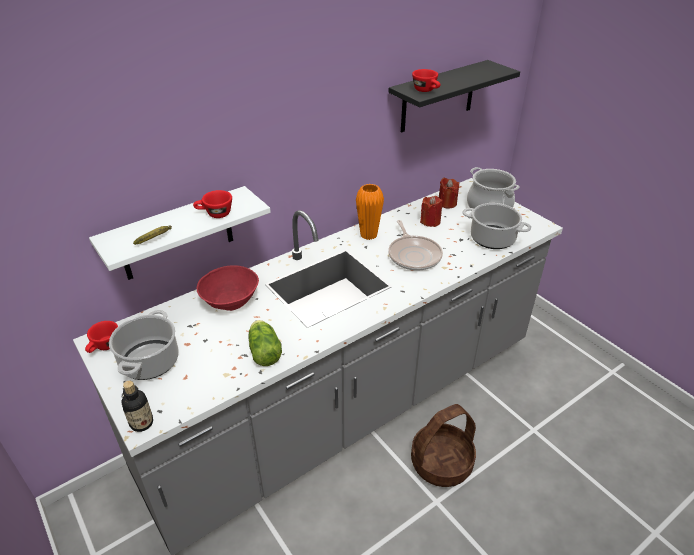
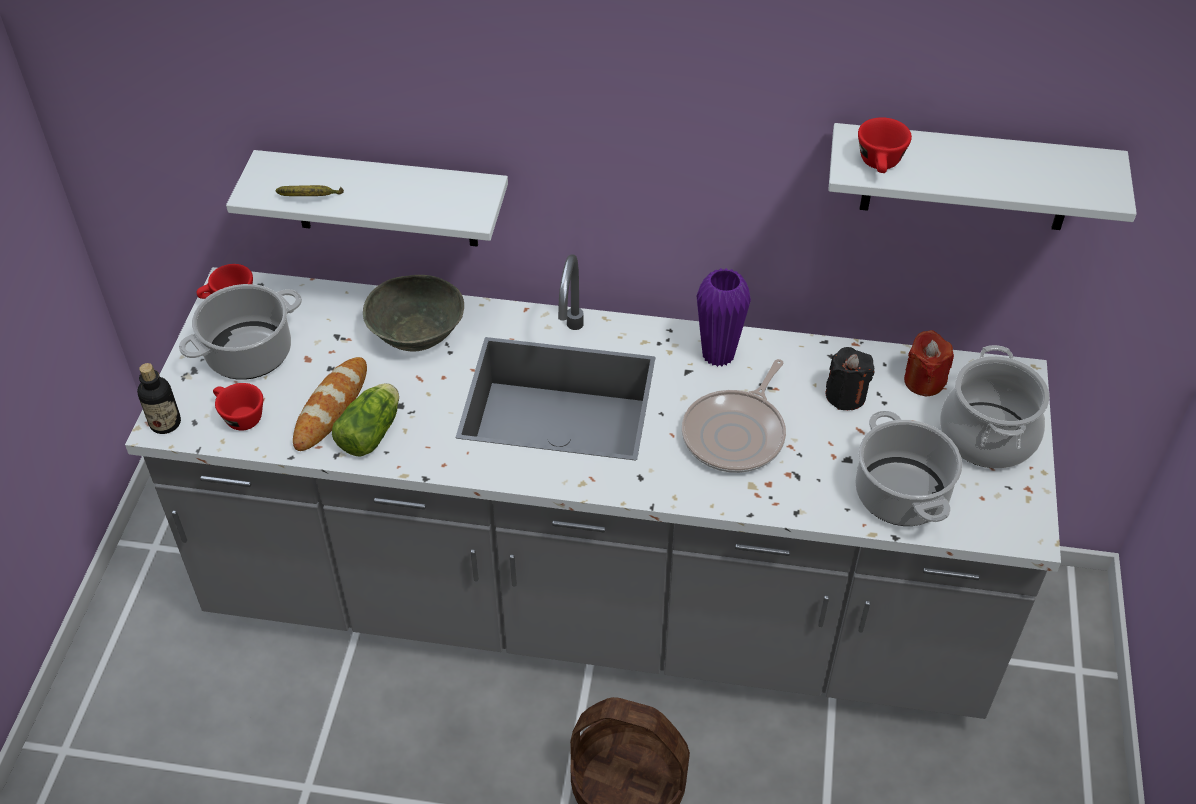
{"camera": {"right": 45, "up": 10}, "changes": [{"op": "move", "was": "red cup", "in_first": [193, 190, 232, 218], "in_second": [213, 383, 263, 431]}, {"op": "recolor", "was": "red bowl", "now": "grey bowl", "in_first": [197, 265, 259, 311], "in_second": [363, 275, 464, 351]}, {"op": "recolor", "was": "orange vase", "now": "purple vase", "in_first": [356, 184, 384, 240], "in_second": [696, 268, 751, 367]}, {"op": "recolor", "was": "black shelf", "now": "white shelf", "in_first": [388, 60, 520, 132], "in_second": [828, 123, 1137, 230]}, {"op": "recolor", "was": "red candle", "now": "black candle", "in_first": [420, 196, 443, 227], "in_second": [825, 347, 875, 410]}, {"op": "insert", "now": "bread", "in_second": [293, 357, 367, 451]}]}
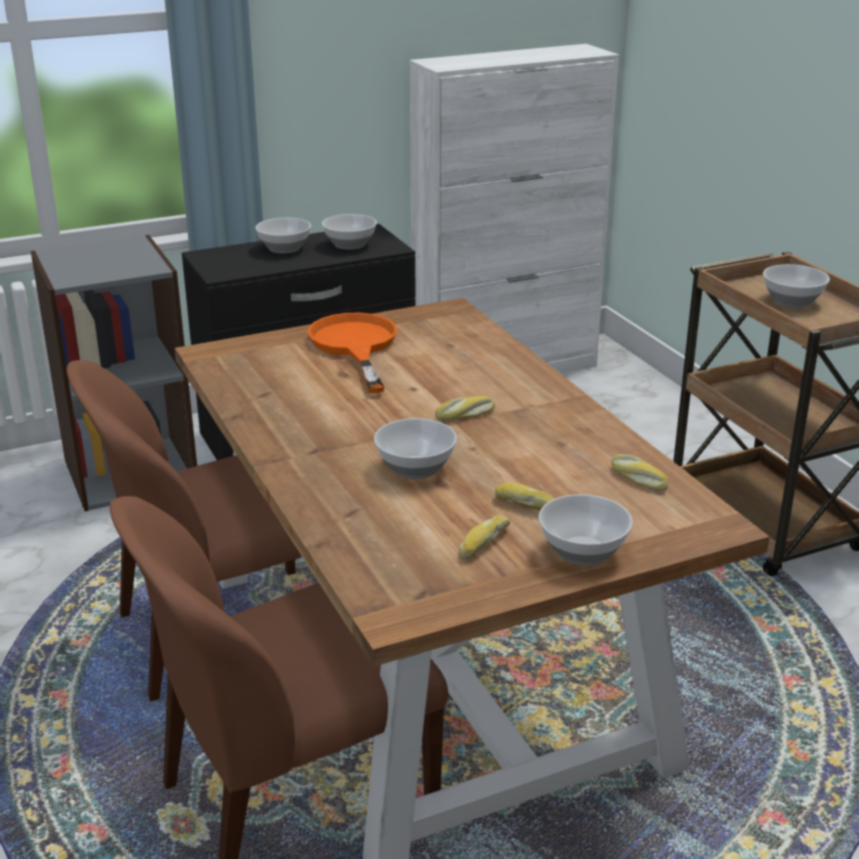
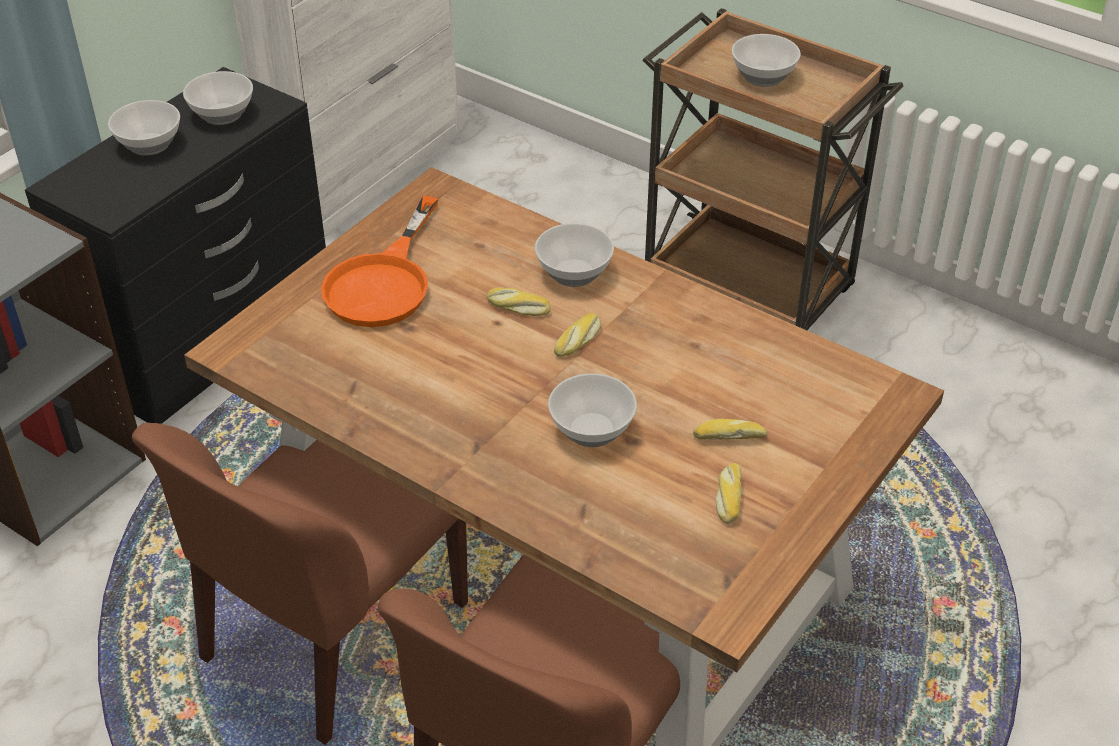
{"camera": {"right": -30, "up": 15}, "changes": [{"op": "rotate", "was": "orange frying pan", "in_first": [308, 313, 397, 393], "in_second": [321, 196, 438, 327], "clockwise": -120}, {"op": "move", "was": "bowl", "in_first": [538, 494, 633, 566], "in_second": [535, 223, 614, 287]}, {"op": "move", "was": "bread", "in_first": [611, 454, 669, 491], "in_second": [486, 288, 551, 316]}]}
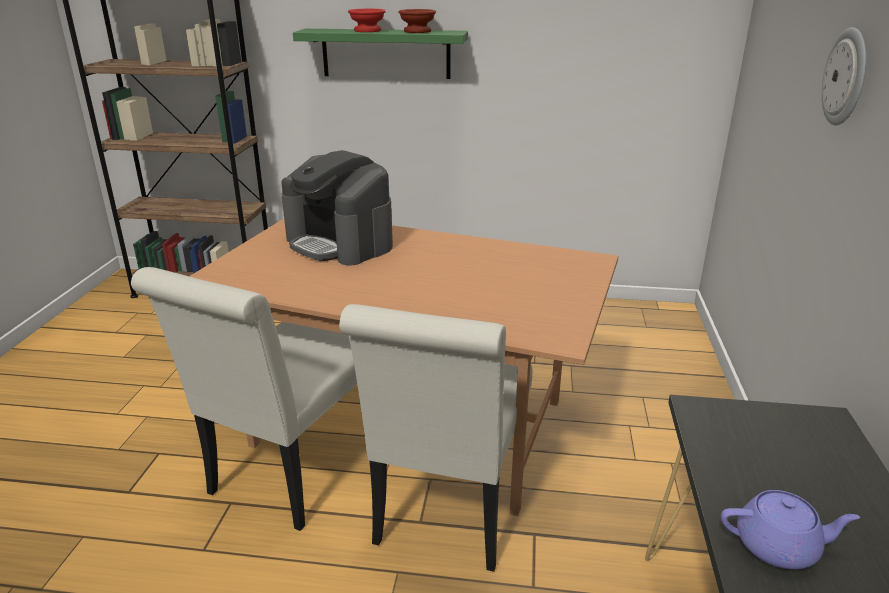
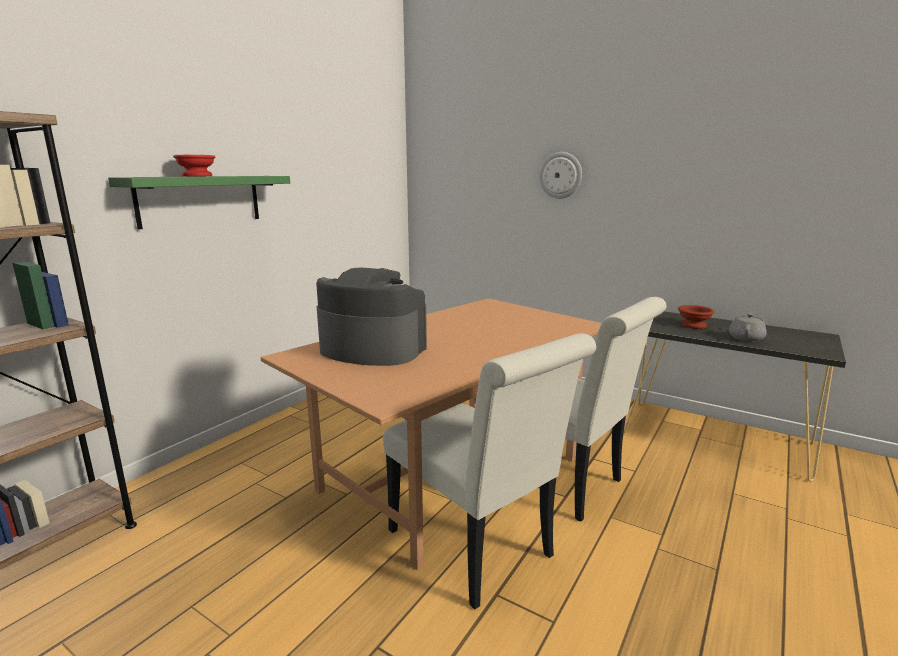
{"camera": {"right": -65, "up": -10}, "changes": [{"op": "rotate", "was": "coffee machine", "in_first": [281, 150, 393, 266], "in_second": [316, 268, 427, 366], "clockwise": -135}, {"op": "move", "was": "brown bowl", "in_first": [398, 9, 436, 33], "in_second": [678, 305, 714, 329]}, {"op": "recolor", "was": "purple teapot", "now": "grey teapot", "in_first": [721, 490, 860, 569], "in_second": [729, 313, 767, 342]}]}
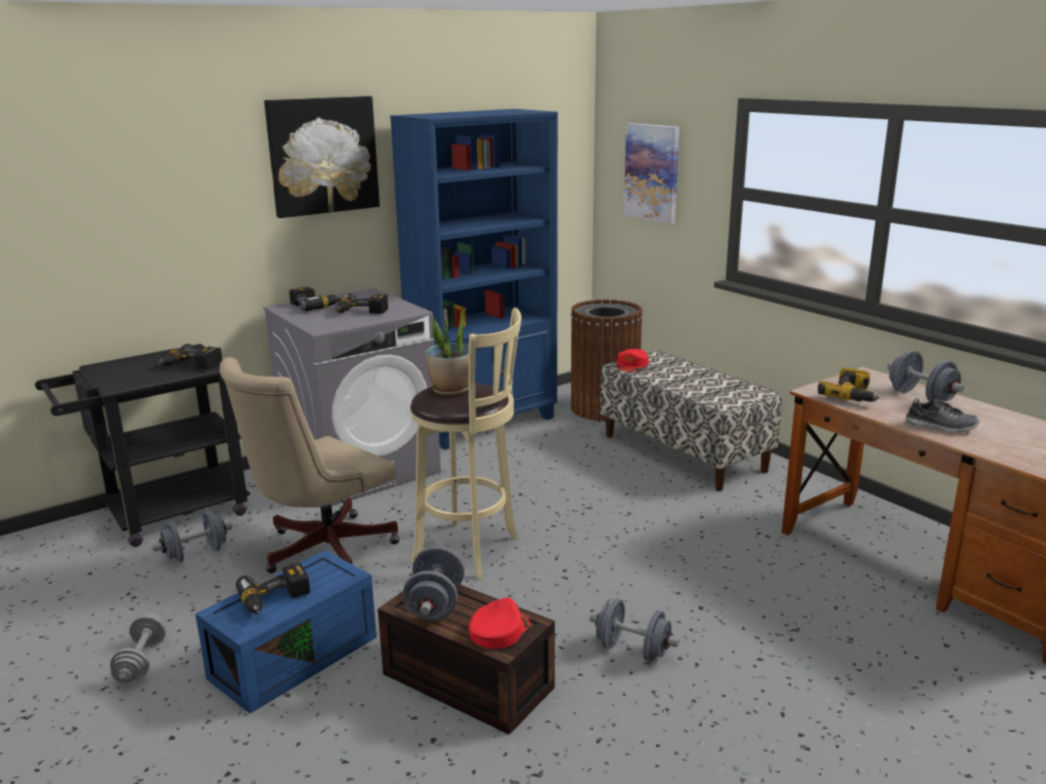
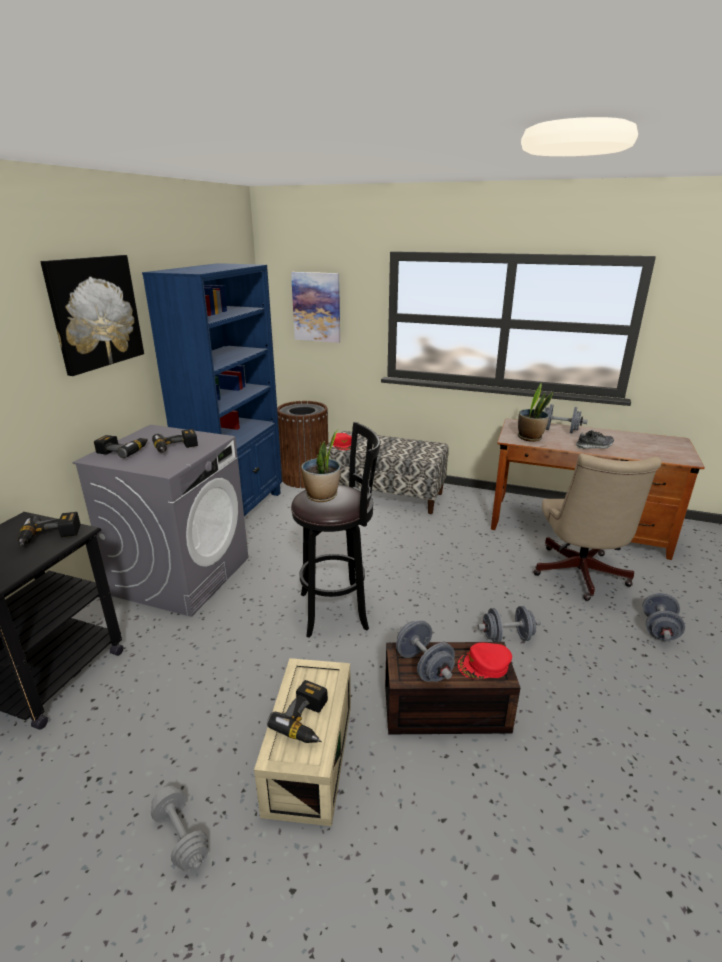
{"camera": {"right": -35, "up": 5}, "changes": [{"op": "move", "was": "grey dumbbell", "in_first": [152, 511, 233, 563], "in_second": [642, 593, 685, 641]}, {"op": "recolor", "was": "blue storage box", "now": "beige storage box", "in_first": [196, 550, 377, 714], "in_second": [254, 658, 351, 826]}, {"op": "move", "was": "beige office chair", "in_first": [220, 357, 400, 573], "in_second": [533, 454, 662, 601]}, {"op": "recolor", "was": "beige stool", "now": "black stool", "in_first": [410, 308, 521, 580], "in_second": [291, 422, 381, 638]}, {"op": "rotate", "was": "red cap", "in_first": [468, 598, 530, 649], "in_second": [458, 643, 512, 679], "clockwise": -105}, {"op": "replace", "was": "power drill", "now": "potted plant", "in_first": [818, 368, 880, 402], "in_second": [518, 383, 553, 442]}]}
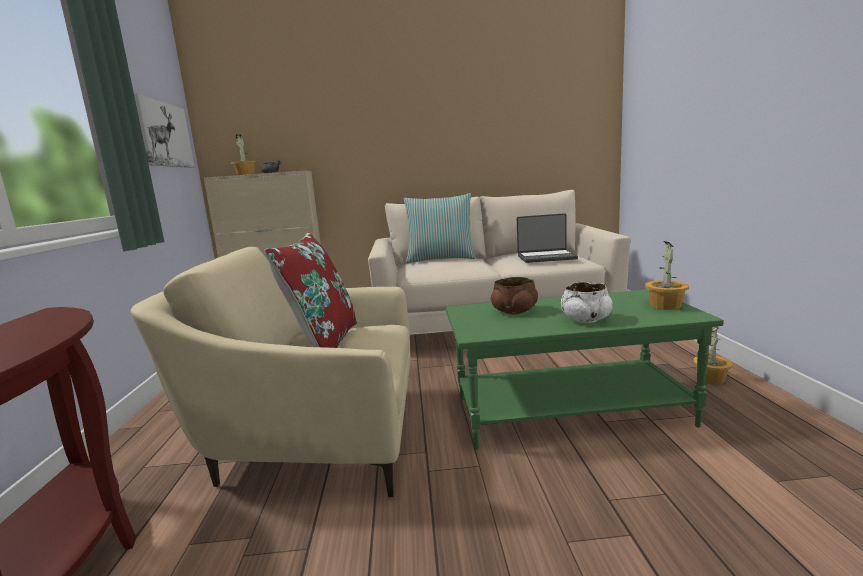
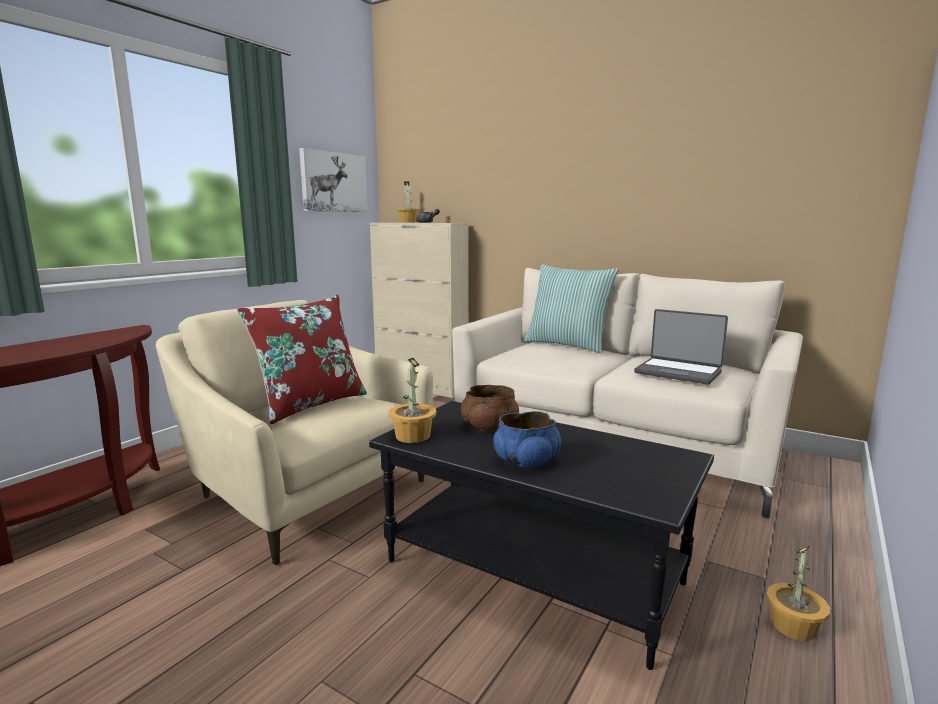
{"camera": {"right": 35, "up": 0}, "changes": [{"op": "recolor", "was": "green coffee table", "now": "black coffee table", "in_first": [446, 289, 724, 450], "in_second": [369, 401, 714, 670]}, {"op": "recolor", "was": "white bowl", "now": "blue bowl", "in_first": [561, 282, 613, 323], "in_second": [493, 411, 561, 468]}, {"op": "move", "was": "potted plant", "in_first": [645, 241, 689, 310], "in_second": [388, 358, 437, 443]}]}
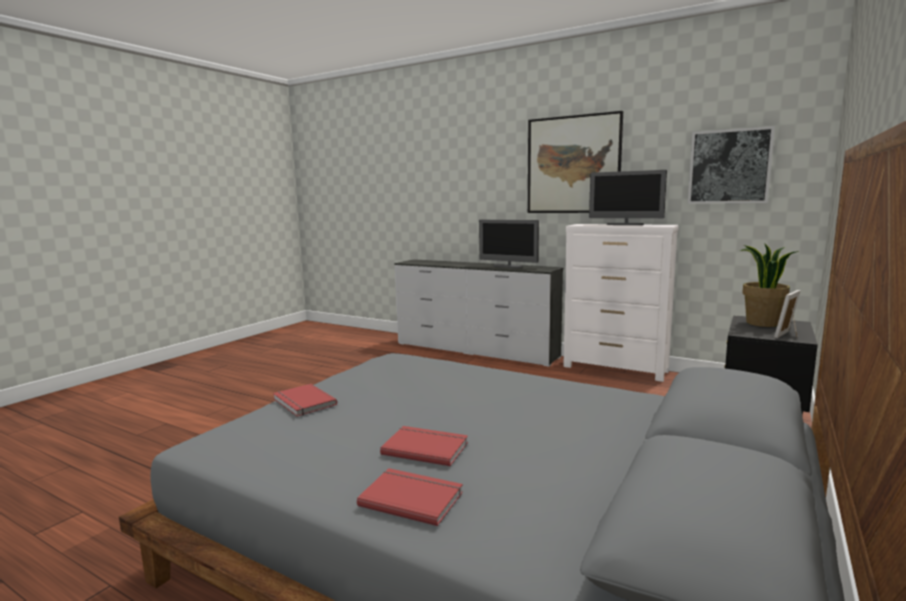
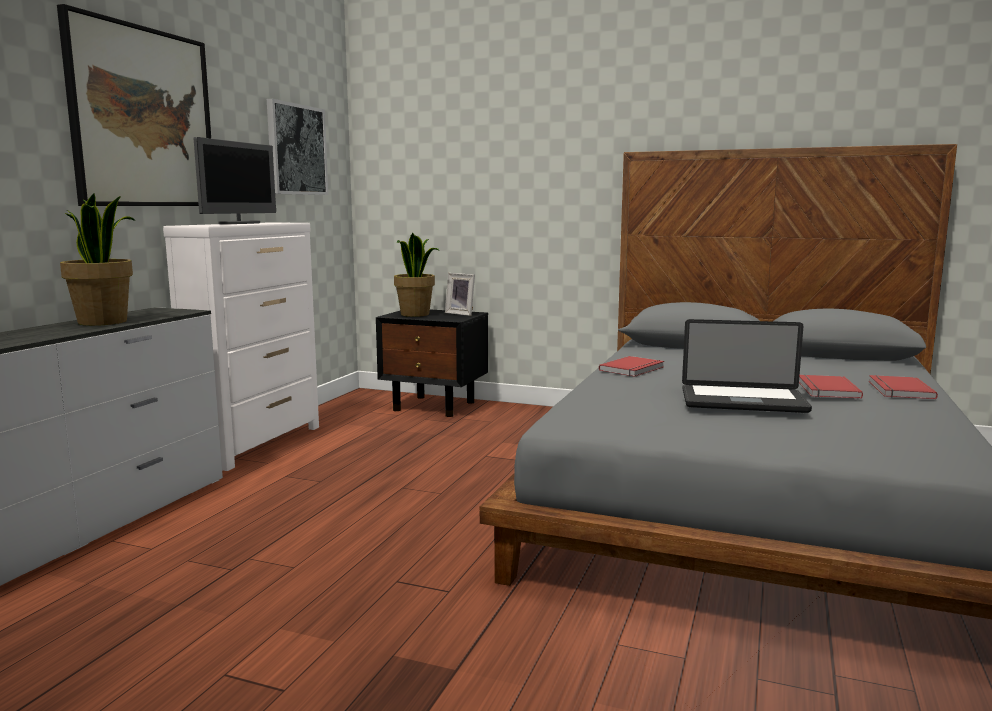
{"camera": {"right": -100, "up": 0}, "changes": [{"op": "move", "was": "red book", "in_first": [273, 384, 337, 417], "in_second": [599, 356, 664, 377]}, {"op": "replace", "was": "monitor", "now": "potted plant", "in_first": [479, 220, 539, 268], "in_second": [60, 194, 136, 326]}, {"op": "insert", "now": "laptop", "in_second": [682, 319, 812, 413]}]}
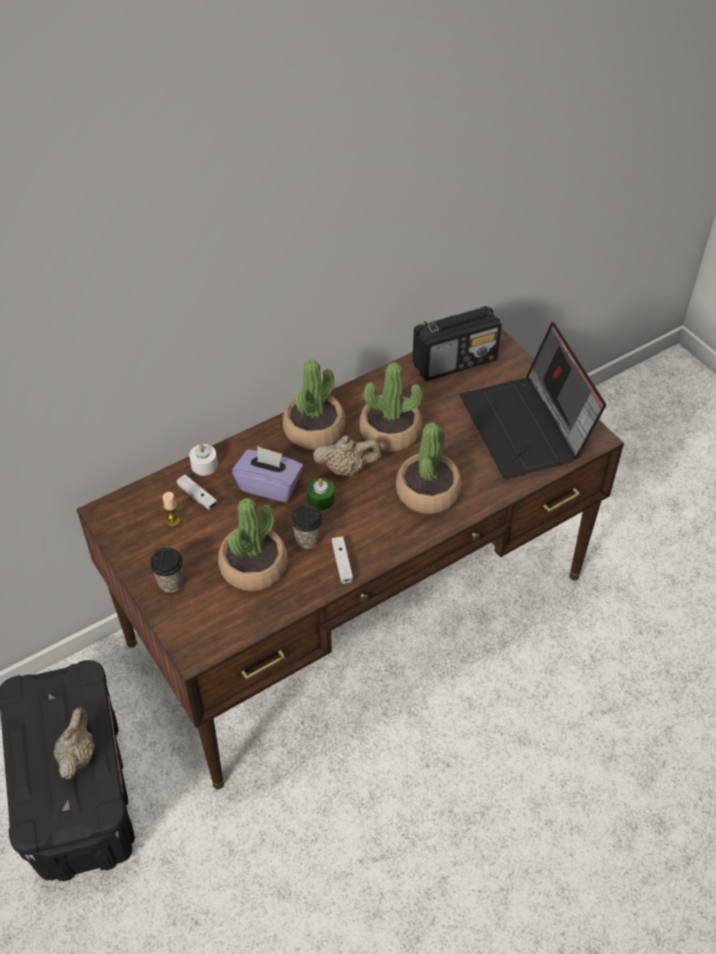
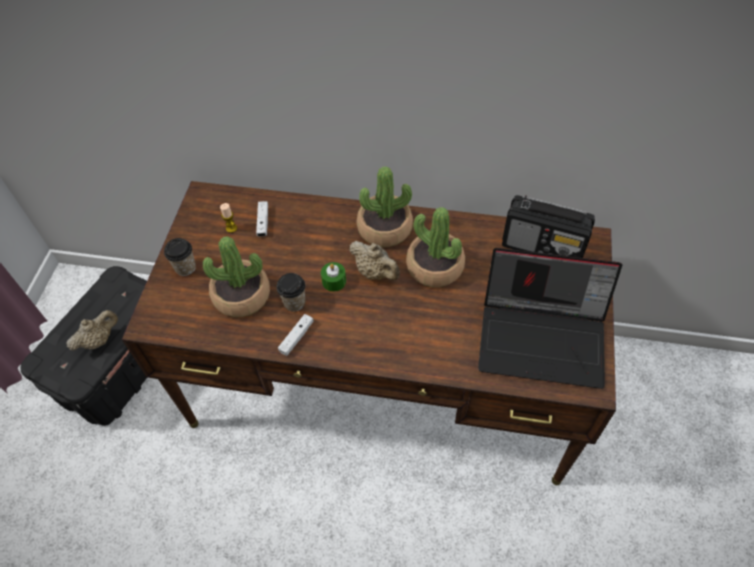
{"camera": {"right": 45, "up": 5}, "changes": [{"op": "delete", "was": "white candle", "in_first": [189, 444, 218, 476]}, {"op": "delete", "was": "purple tissue box", "in_first": [232, 446, 303, 502]}, {"op": "delete", "was": "potted plant", "in_first": [396, 422, 462, 514]}, {"op": "rotate", "was": "laptop", "in_first": [460, 322, 606, 479], "in_second": [478, 248, 622, 389], "clockwise": -105}]}
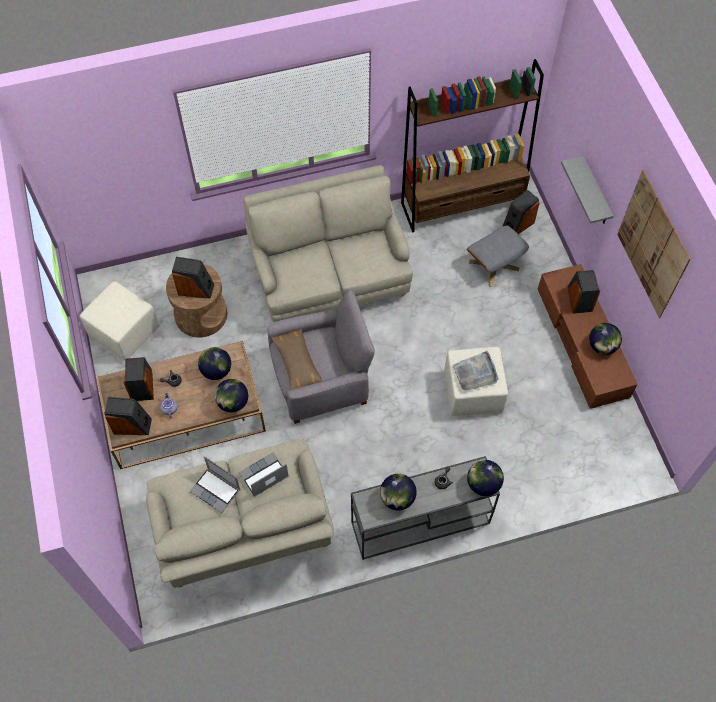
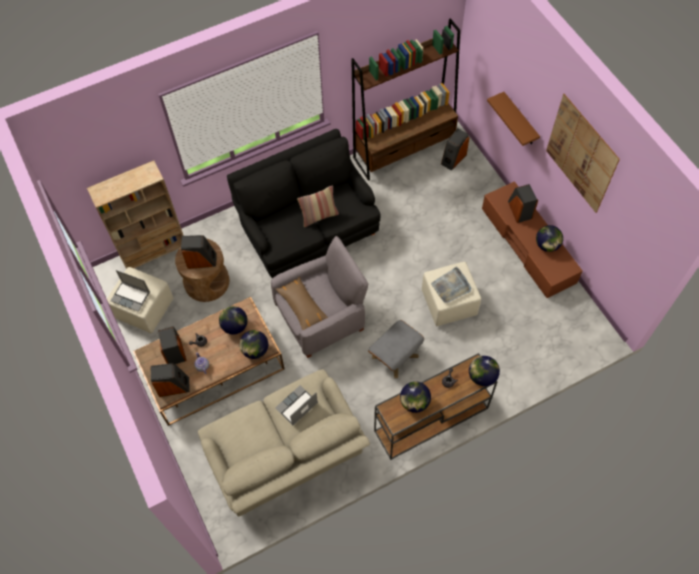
{"camera": {"right": -10, "up": 0}, "changes": [{"op": "move", "was": "laptop", "in_first": [190, 457, 240, 513], "in_second": [110, 270, 150, 312]}, {"op": "recolor", "was": "beige sofa", "now": "black sofa", "in_first": [243, 165, 413, 323], "in_second": [227, 129, 381, 278]}, {"op": "recolor", "was": "grey console table", "now": "brown console table", "in_first": [351, 456, 500, 560], "in_second": [374, 353, 497, 460]}, {"op": "move", "was": "grey ottoman", "in_first": [467, 226, 529, 287], "in_second": [368, 320, 424, 378]}, {"op": "recolor", "was": "grey shelf", "now": "brown shelf", "in_first": [561, 156, 613, 224], "in_second": [487, 92, 540, 146]}, {"op": "insert", "now": "beige bookcase", "in_second": [87, 160, 184, 269]}, {"op": "insert", "now": "pillow", "in_second": [297, 185, 339, 227]}]}
